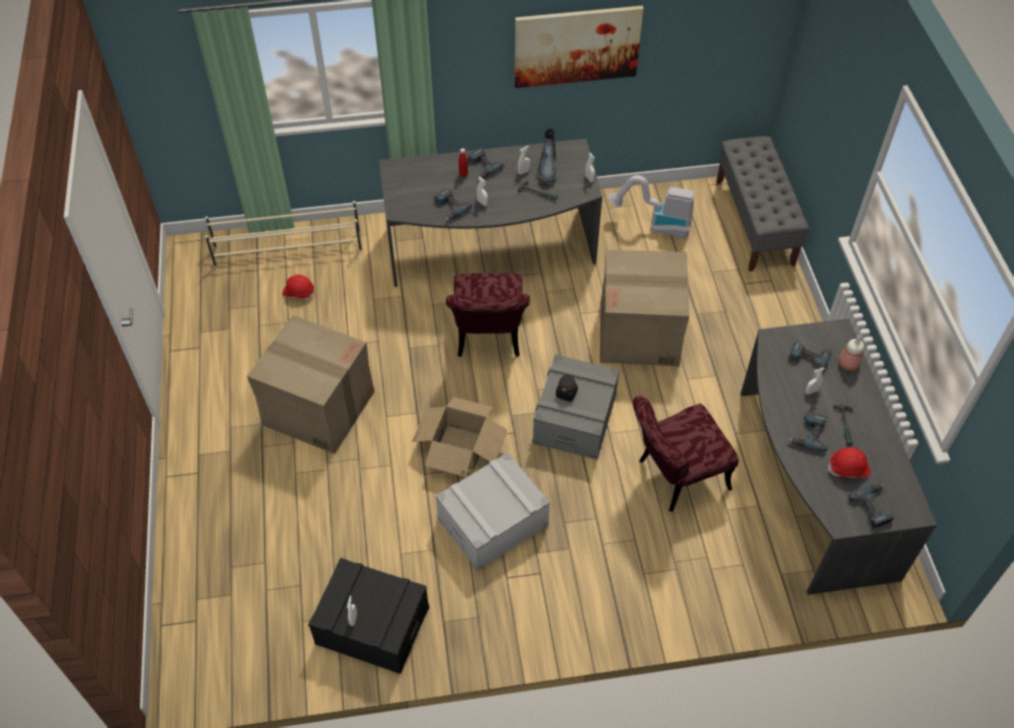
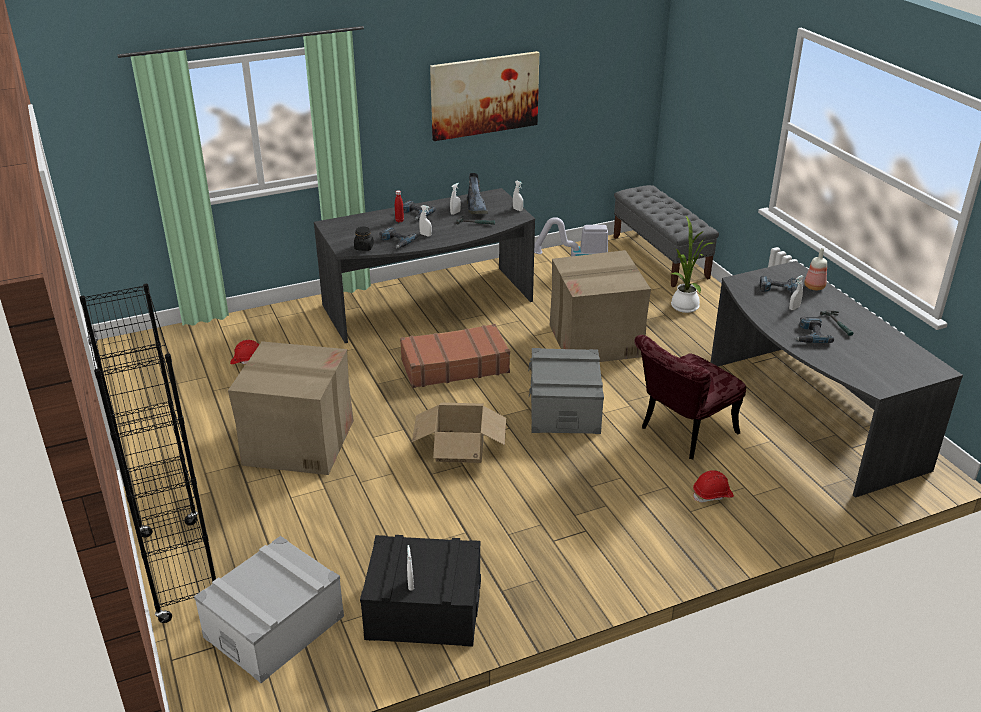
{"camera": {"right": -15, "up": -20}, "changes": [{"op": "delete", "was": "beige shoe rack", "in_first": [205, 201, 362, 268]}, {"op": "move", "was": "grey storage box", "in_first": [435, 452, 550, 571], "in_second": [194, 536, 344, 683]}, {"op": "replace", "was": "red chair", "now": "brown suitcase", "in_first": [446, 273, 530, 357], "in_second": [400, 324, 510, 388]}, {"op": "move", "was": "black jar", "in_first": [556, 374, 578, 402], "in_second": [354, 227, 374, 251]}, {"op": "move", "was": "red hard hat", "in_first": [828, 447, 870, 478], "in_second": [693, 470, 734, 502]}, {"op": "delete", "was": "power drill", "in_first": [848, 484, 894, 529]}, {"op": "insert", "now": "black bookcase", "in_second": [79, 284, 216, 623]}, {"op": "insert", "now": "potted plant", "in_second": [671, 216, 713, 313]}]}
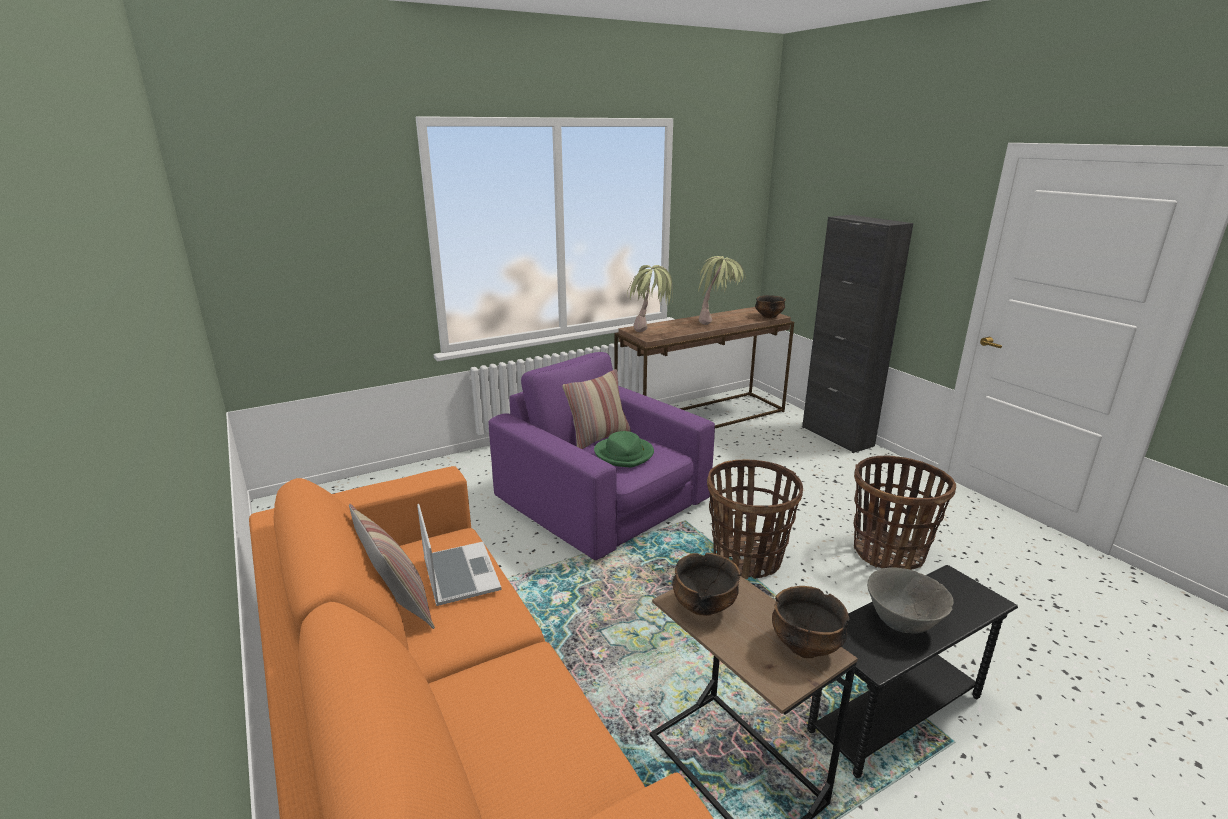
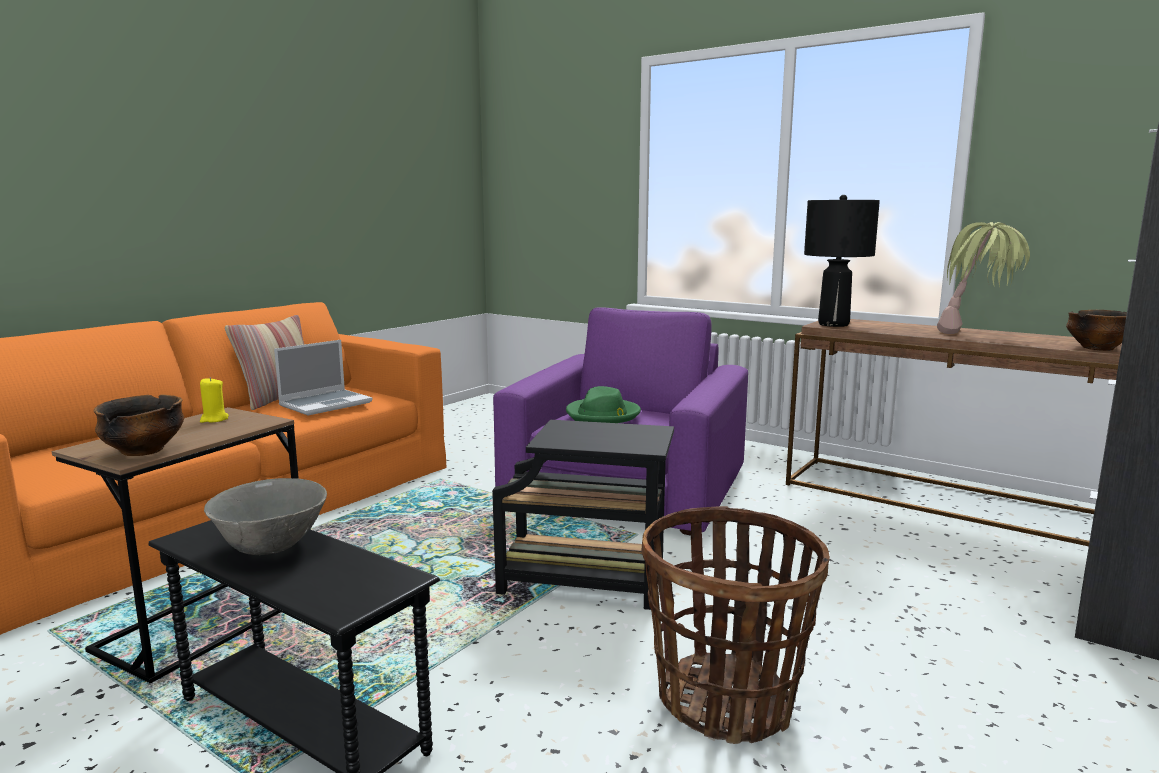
{"camera": {"right": 65, "up": -10}, "changes": [{"op": "delete", "was": "pillow", "in_first": [562, 369, 631, 449]}, {"op": "replace", "was": "potted plant", "now": "black table lamp", "in_first": [627, 265, 673, 332], "in_second": [804, 195, 880, 327]}, {"op": "replace", "was": "bowl", "now": "yellow candle", "in_first": [672, 553, 741, 616], "in_second": [200, 377, 229, 423]}, {"op": "replace", "was": "basket", "now": "black side table", "in_first": [707, 460, 803, 579], "in_second": [492, 420, 674, 610]}]}
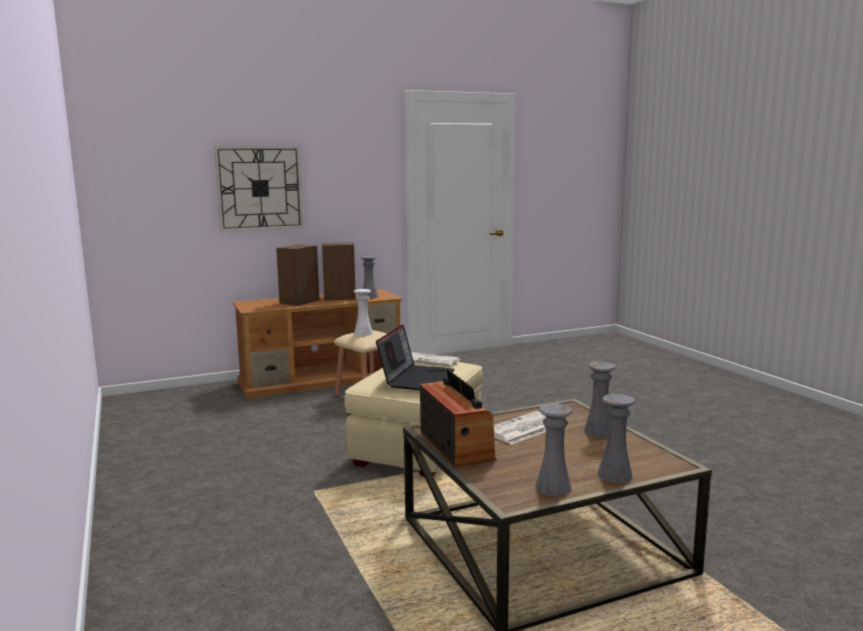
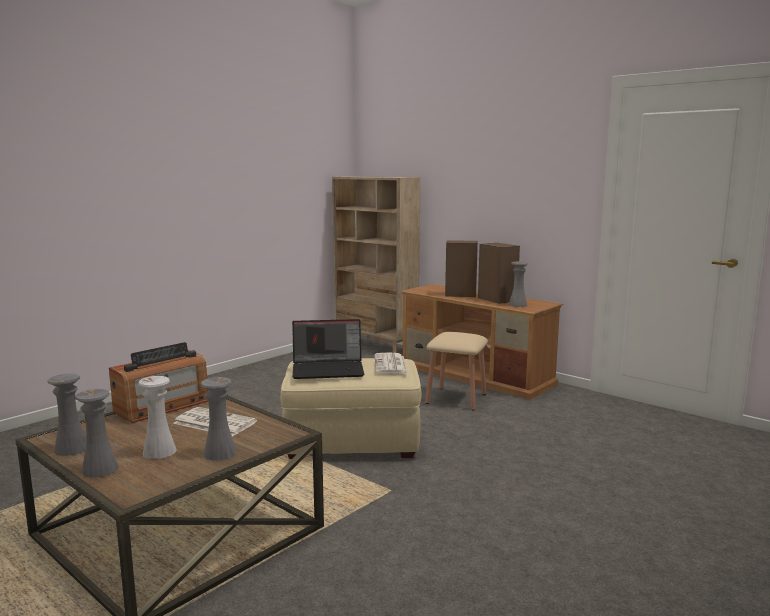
{"camera": {"right": 65, "up": 0}, "changes": [{"op": "delete", "was": "wall clock", "in_first": [214, 146, 304, 232]}, {"op": "move", "was": "white vase", "in_first": [354, 289, 373, 336], "in_second": [138, 376, 177, 459]}, {"op": "insert", "now": "beige bookcase", "in_second": [332, 176, 421, 353]}]}
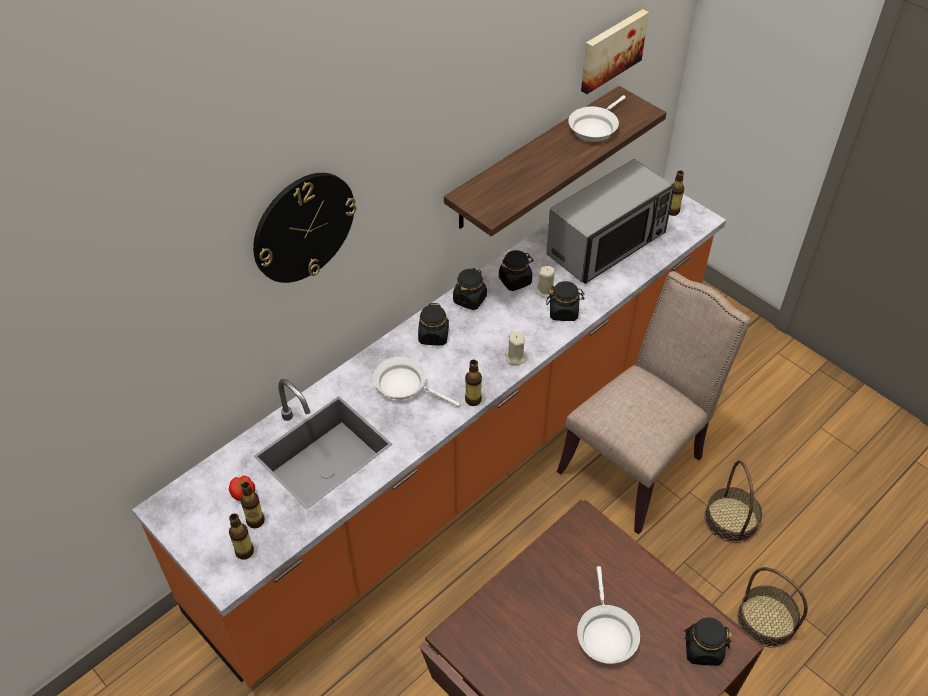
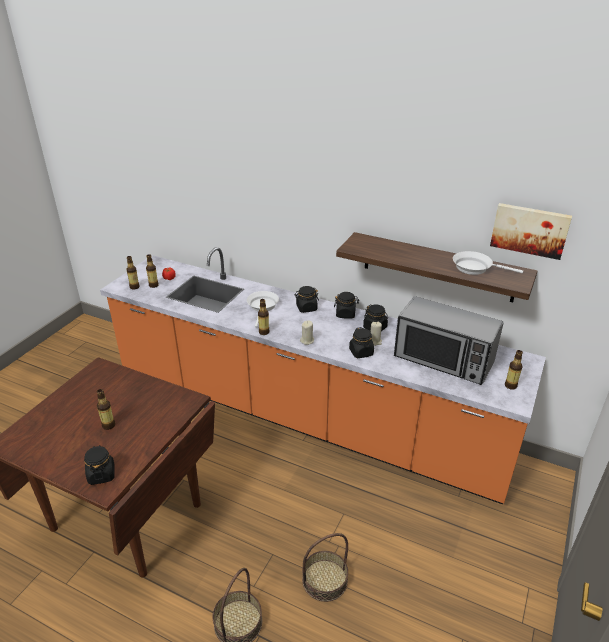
{"camera": {"right": 70, "up": -15}, "changes": [{"op": "delete", "was": "wall clock", "in_first": [253, 173, 356, 283]}, {"op": "delete", "was": "beige chair", "in_first": [557, 271, 751, 534]}, {"op": "replace", "was": "white frying pan", "now": "bottle", "in_first": [577, 566, 640, 664], "in_second": [97, 389, 115, 430]}]}
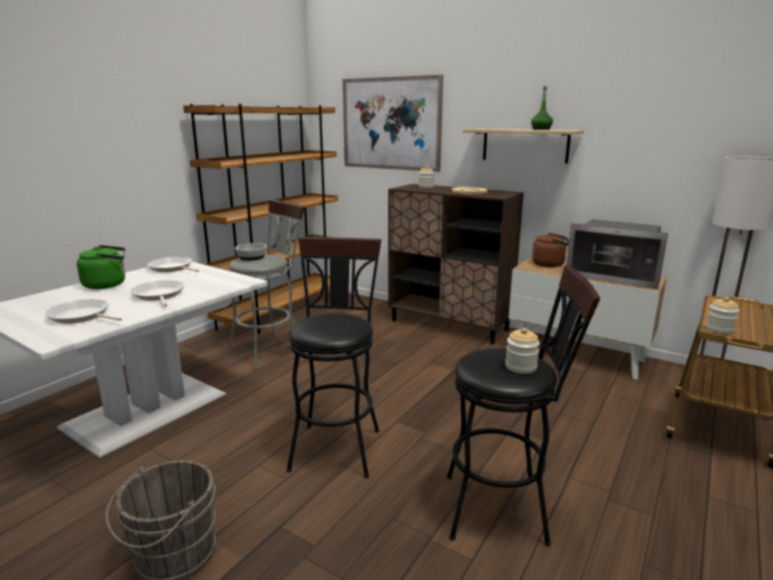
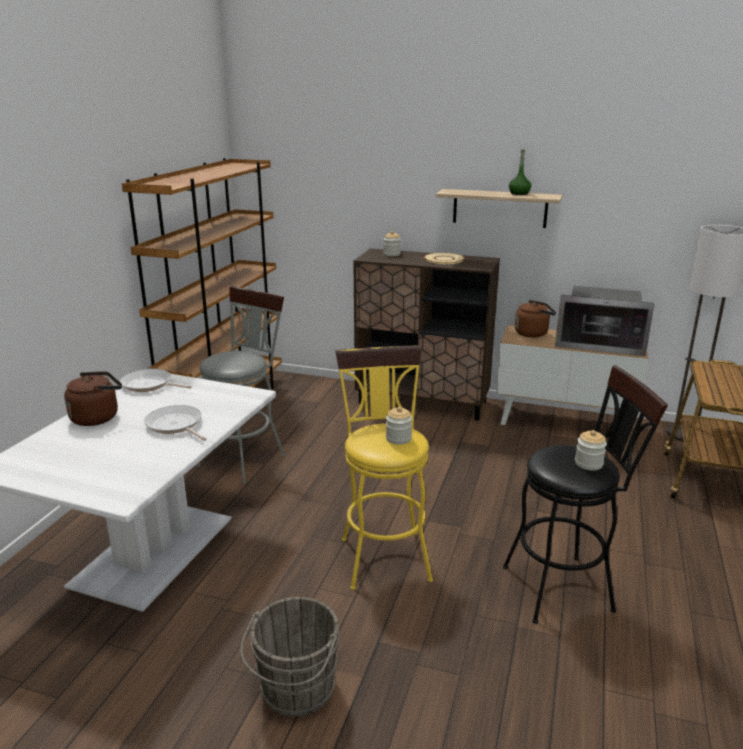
{"camera": {"right": -15, "up": 5}, "changes": [{"op": "delete", "was": "frying pan", "in_first": [45, 299, 122, 324]}, {"op": "recolor", "was": "green kettle", "now": "brown kettle", "in_first": [77, 245, 125, 289], "in_second": [64, 371, 122, 426]}, {"op": "delete", "was": "bowl", "in_first": [235, 243, 267, 261]}, {"op": "recolor", "was": "black stool", "now": "yellow stool", "in_first": [286, 237, 382, 478], "in_second": [335, 345, 433, 590]}, {"op": "delete", "was": "picture", "in_first": [343, 75, 443, 172]}, {"op": "move", "was": "jar", "in_first": [706, 297, 739, 334], "in_second": [386, 407, 412, 445]}]}
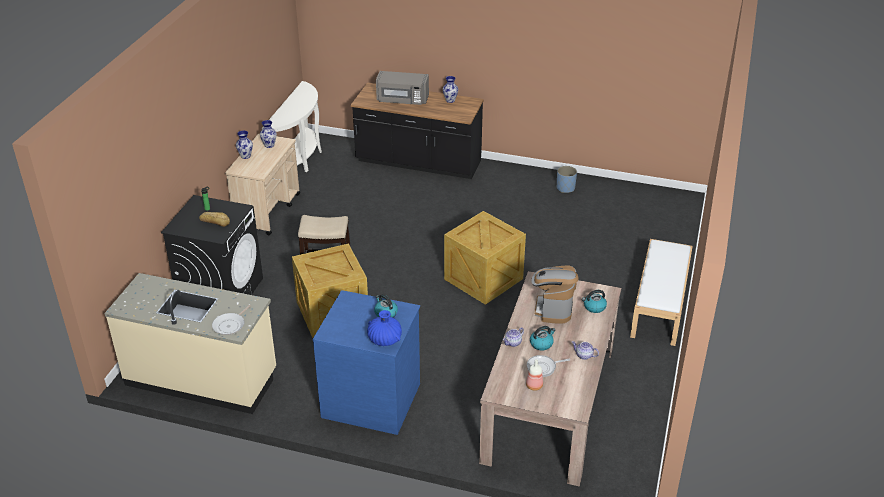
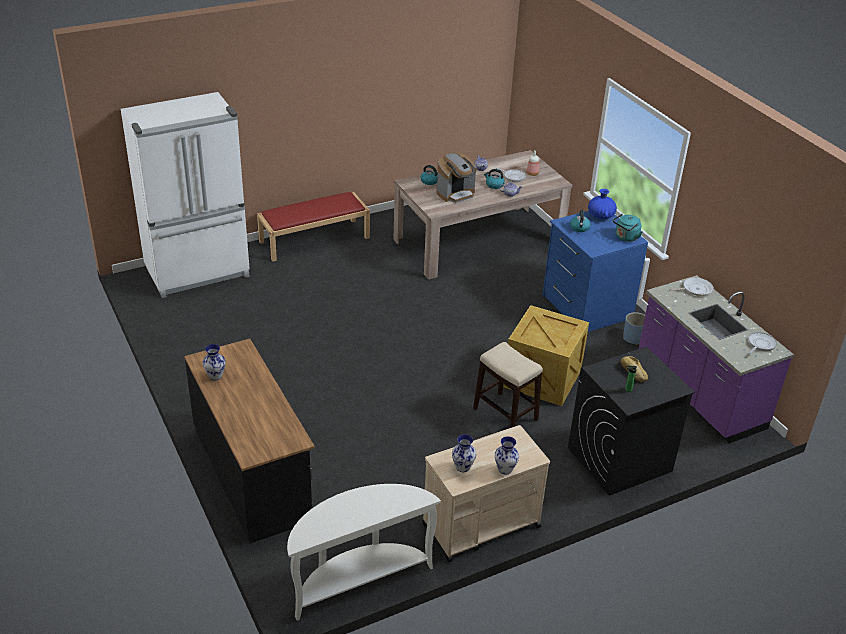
{"camera": {"right": -135, "up": 0}, "changes": [{"op": "recolor", "was": "beige counter", "now": "purple counter", "in_first": [104, 273, 276, 414], "in_second": [639, 275, 794, 444]}, {"op": "delete", "was": "grey microwave", "in_first": [376, 71, 429, 105]}, {"op": "delete", "was": "crate", "in_first": [444, 211, 526, 305]}, {"op": "move", "was": "blue planter", "in_first": [557, 166, 577, 193], "in_second": [623, 312, 645, 345]}, {"op": "recolor", "was": "white bench", "now": "red bench", "in_first": [630, 239, 693, 346], "in_second": [257, 192, 370, 262]}, {"op": "insert", "now": "white fridge", "in_second": [121, 92, 250, 298]}, {"op": "insert", "now": "turquoise kettle", "in_second": [613, 214, 643, 242]}, {"op": "insert", "now": "frying pan", "in_second": [748, 332, 777, 354]}]}
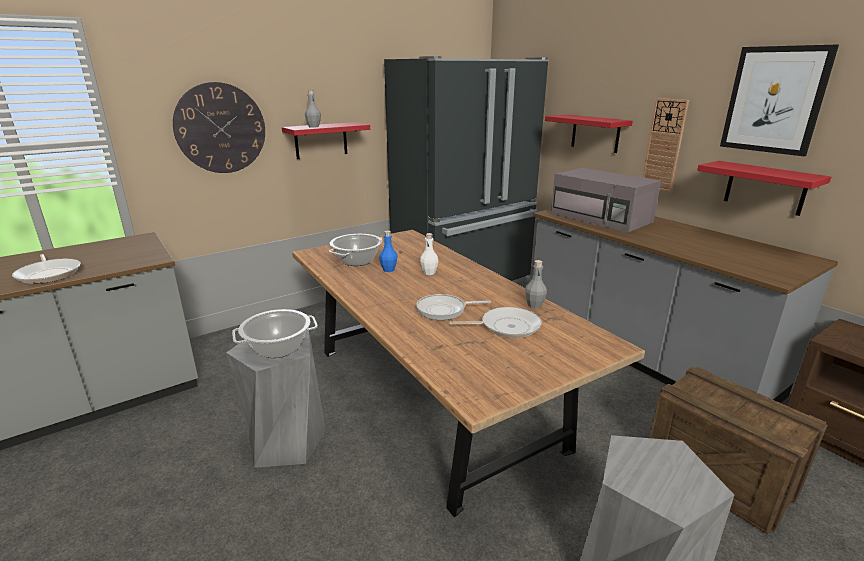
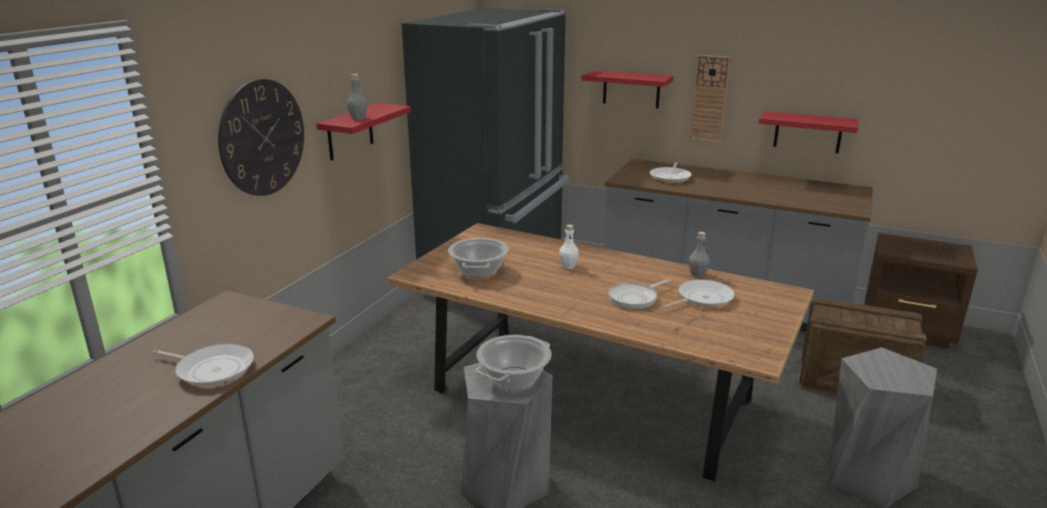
{"camera": {"right": -30, "up": 0}, "changes": [{"op": "delete", "was": "blue bottle", "in_first": [379, 231, 398, 272]}, {"op": "replace", "was": "grey microwave", "now": "frying pan", "in_first": [551, 168, 661, 233], "in_second": [650, 162, 691, 183]}, {"op": "delete", "was": "picture", "in_first": [720, 45, 839, 156]}]}
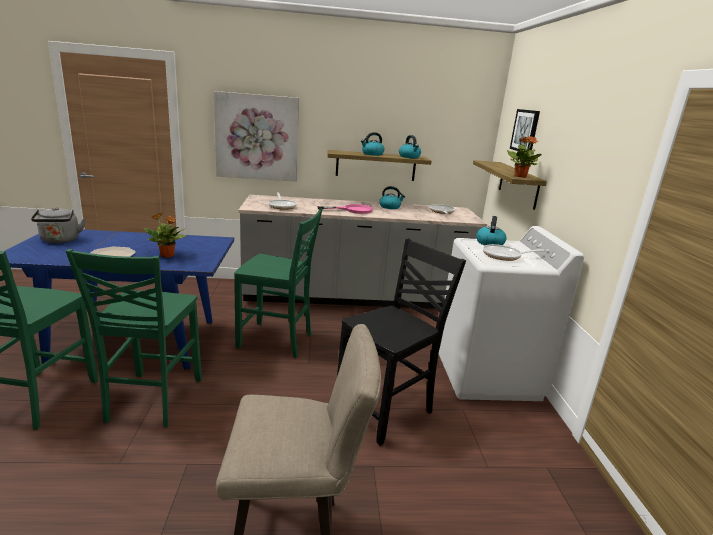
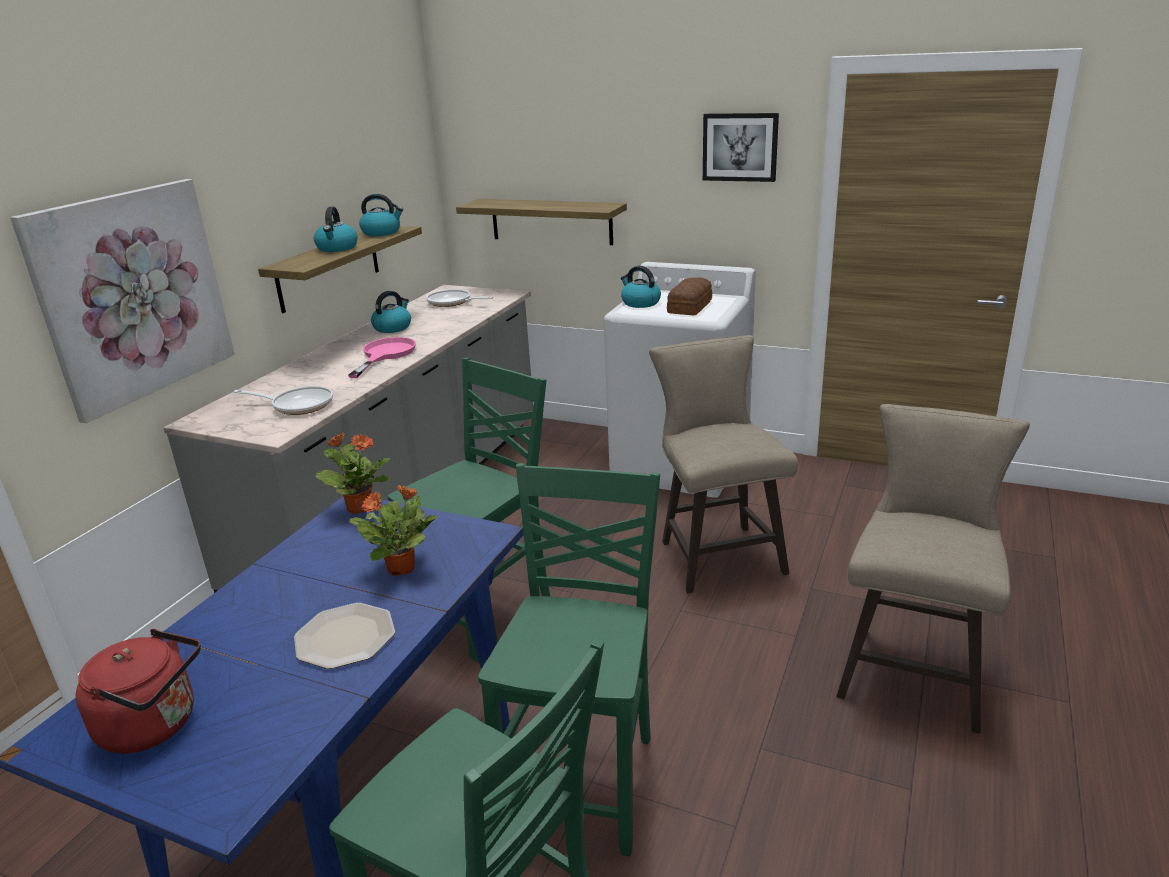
{"camera": {"right": -60, "up": 5}, "changes": [{"op": "recolor", "was": "grey kettle", "now": "red kettle", "in_first": [31, 207, 85, 243], "in_second": [76, 629, 201, 754]}, {"op": "rotate", "was": "green chair", "in_first": [66, 249, 202, 428], "in_second": [478, 463, 660, 856], "clockwise": -105}, {"op": "replace", "was": "black chair", "now": "beige stool", "in_first": [337, 238, 466, 446], "in_second": [649, 335, 798, 593]}, {"op": "replace", "was": "frying pan", "now": "bread", "in_first": [483, 244, 549, 261], "in_second": [667, 278, 712, 315]}, {"op": "move", "was": "potted plant", "in_first": [507, 136, 542, 178], "in_second": [315, 433, 390, 514]}, {"op": "move", "was": "picture", "in_first": [510, 109, 540, 152], "in_second": [703, 113, 779, 182]}]}
